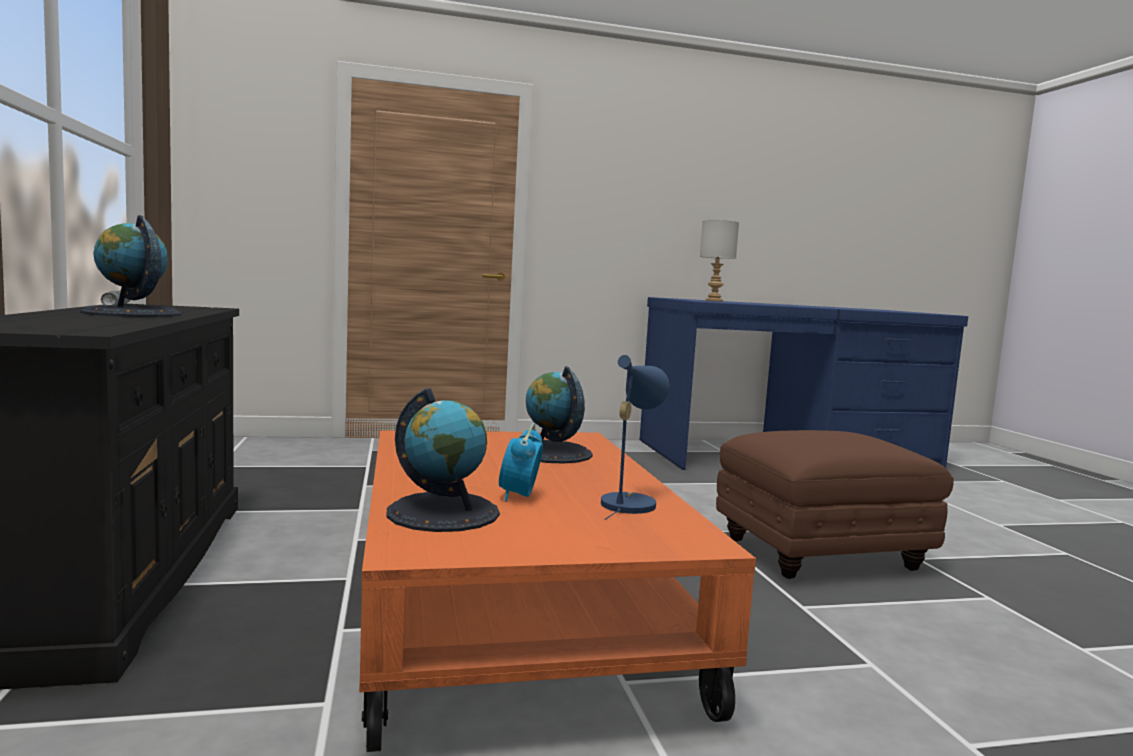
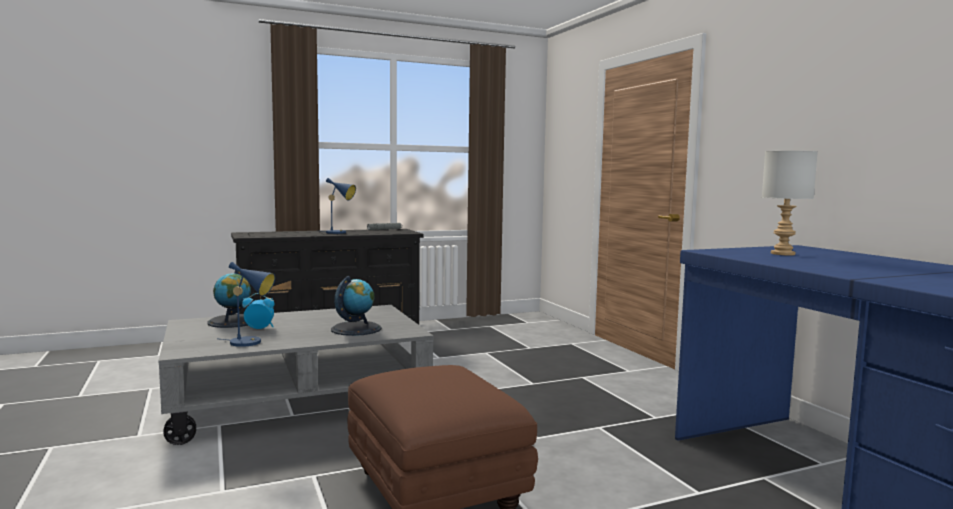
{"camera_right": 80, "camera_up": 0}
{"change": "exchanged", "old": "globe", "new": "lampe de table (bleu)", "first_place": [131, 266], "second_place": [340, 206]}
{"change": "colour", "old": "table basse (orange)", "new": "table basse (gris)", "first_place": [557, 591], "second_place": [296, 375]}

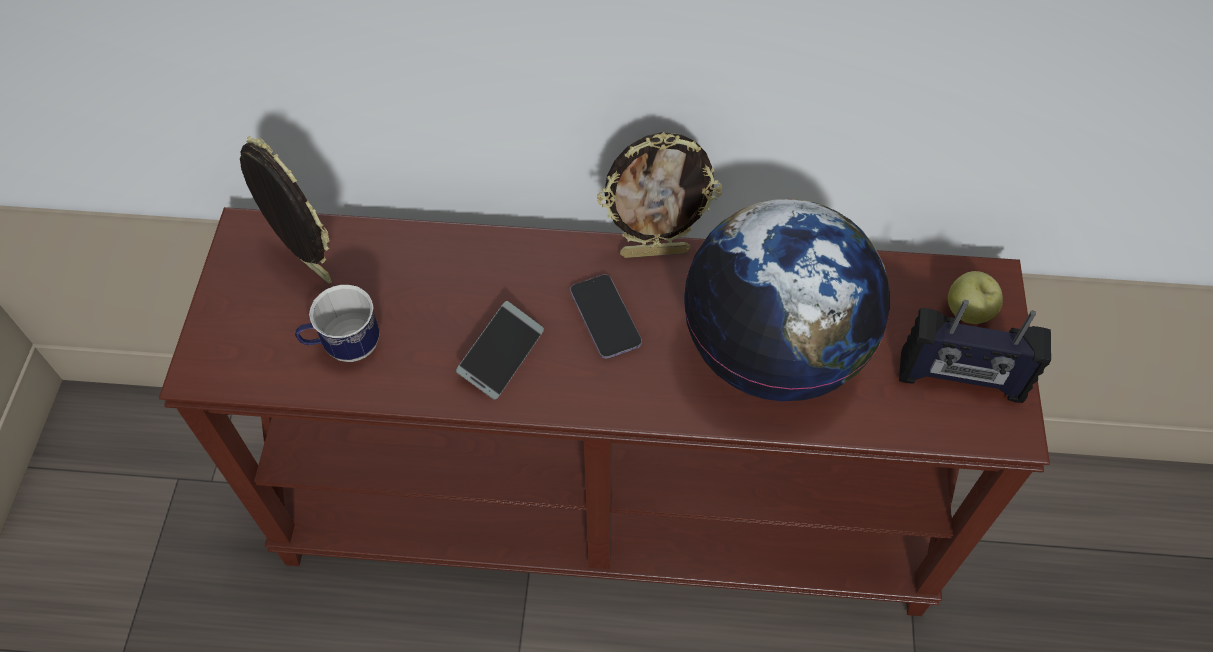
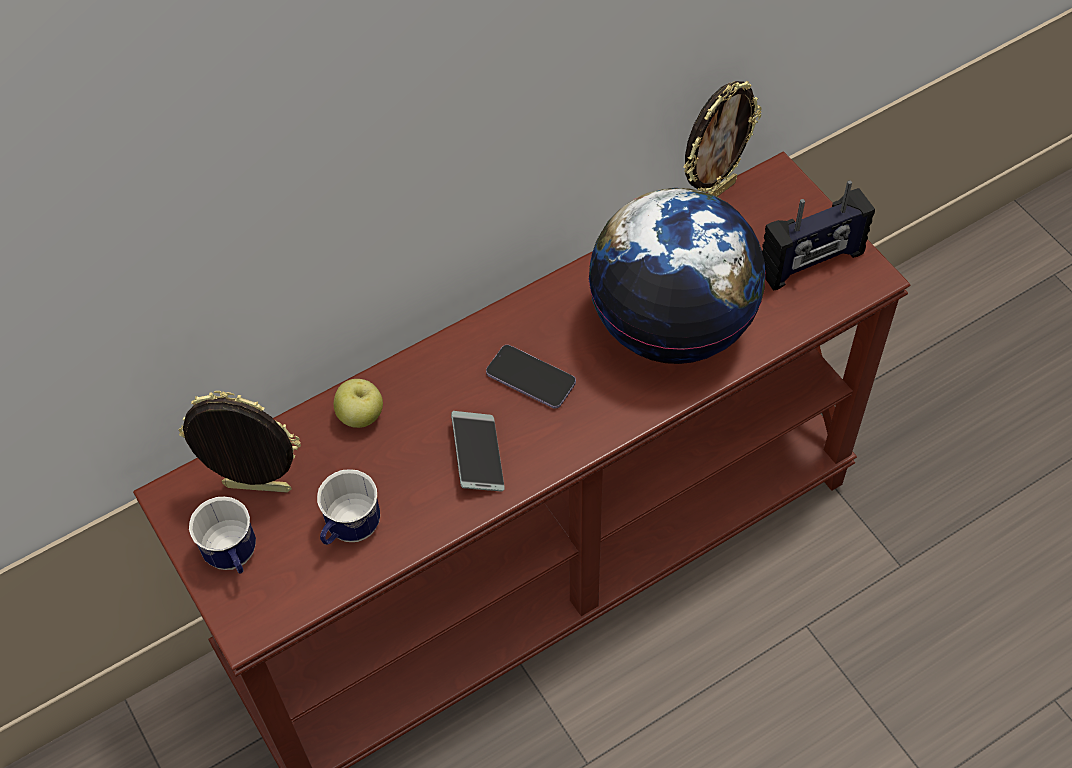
{"camera_right": -35, "camera_up": 0}
{"change": "relocated", "old": "cadre photo", "first_place": [659, 195], "second_place": [723, 138]}
{"change": "relocated", "old": "pomme", "first_place": [975, 297], "second_place": [358, 403]}
{"change": "appeared", "new": "mug", "second_place": [222, 535]}

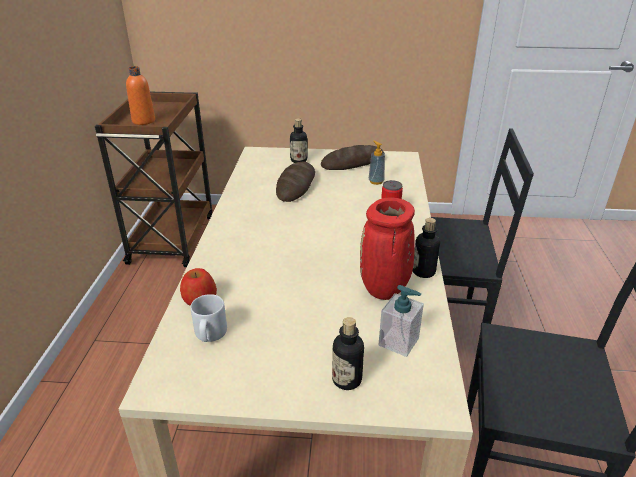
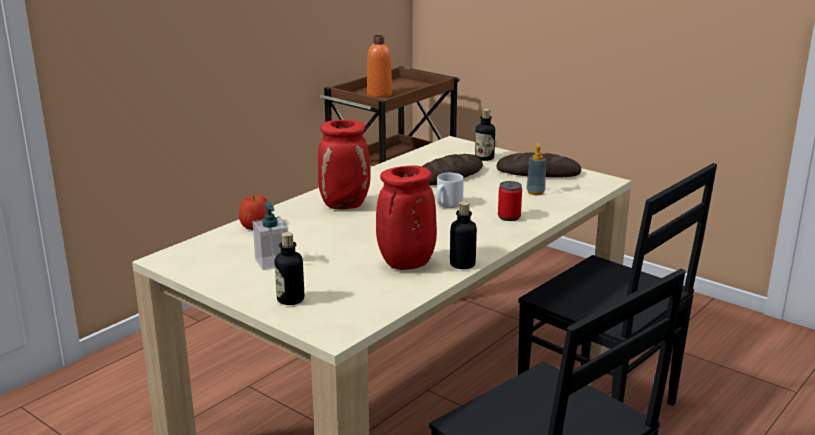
{"camera_right": 35, "camera_up": -10}
{"change": "relocated", "old": "mug (gris)", "first_place": [209, 318], "second_place": [450, 190]}
{"change": "relocated", "old": "distributeur de savon", "first_place": [401, 321], "second_place": [270, 236]}
{"change": "appeared", "new": "vase (rouge)", "second_place": [344, 164]}

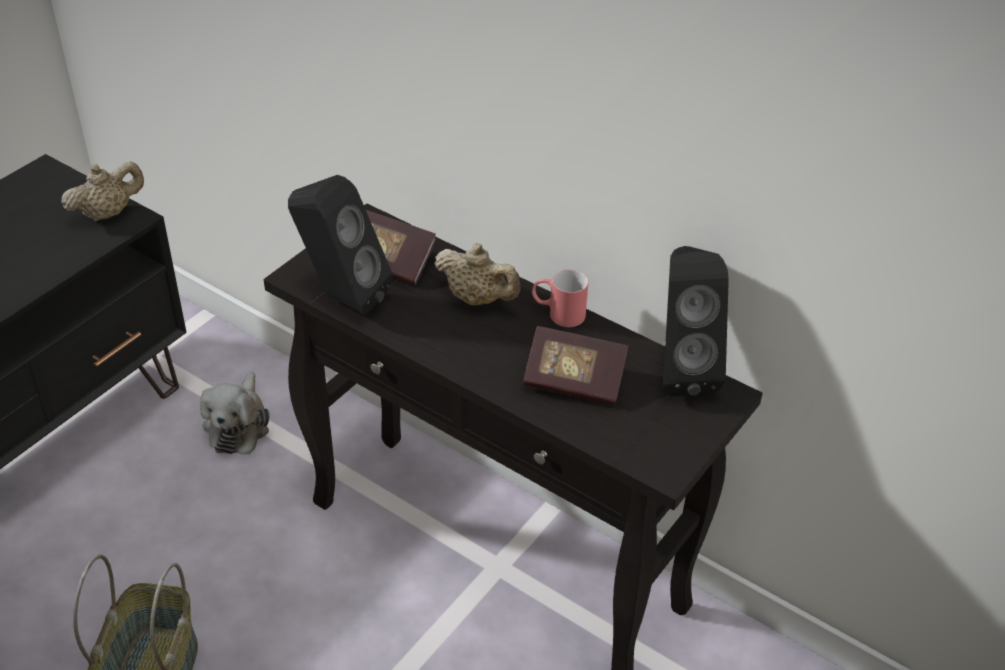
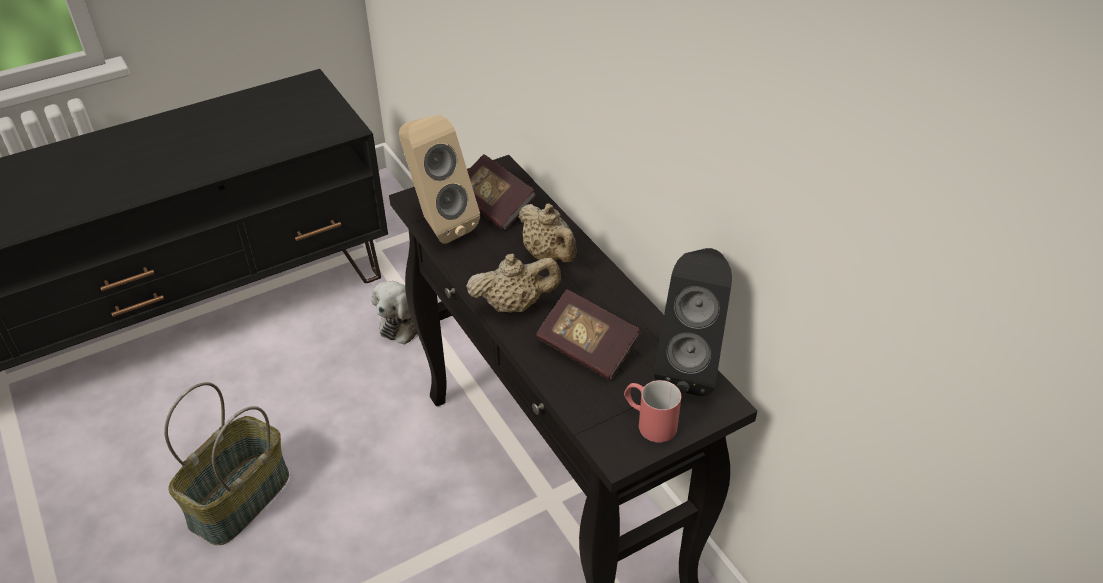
{"camera_right": 25, "camera_up": 0}
{"change": "relocated", "old": "théière (beige)", "first_place": [102, 191], "second_place": [513, 283]}
{"change": "colour", "old": "enceinte (noir)", "new": "enceinte (beige)", "first_place": [340, 245], "second_place": [439, 179]}
{"change": "relocated", "old": "mug (rouge)", "first_place": [560, 298], "second_place": [652, 411]}

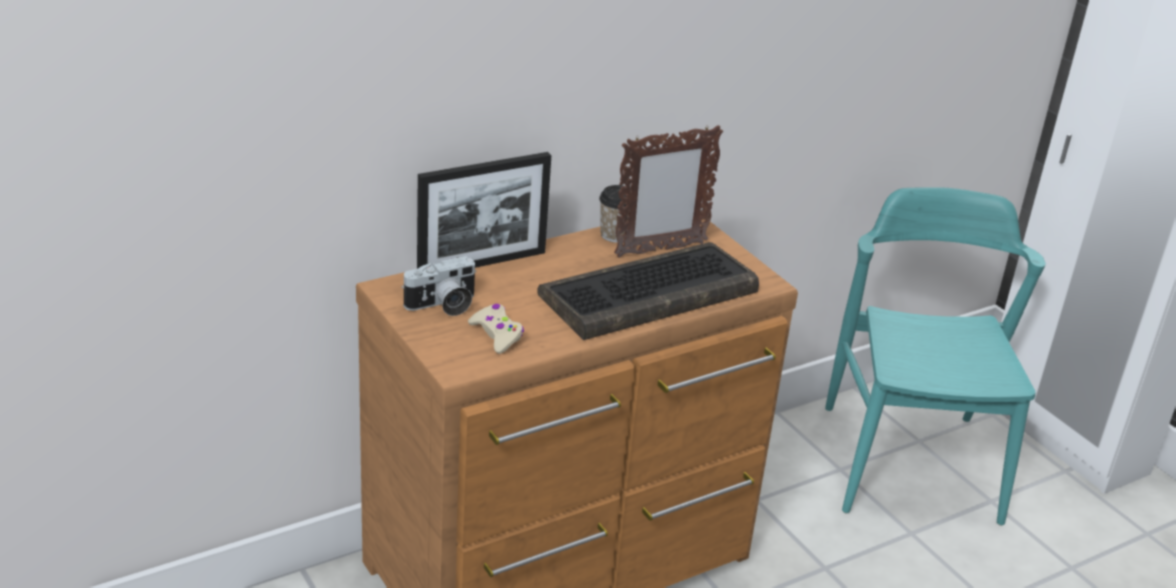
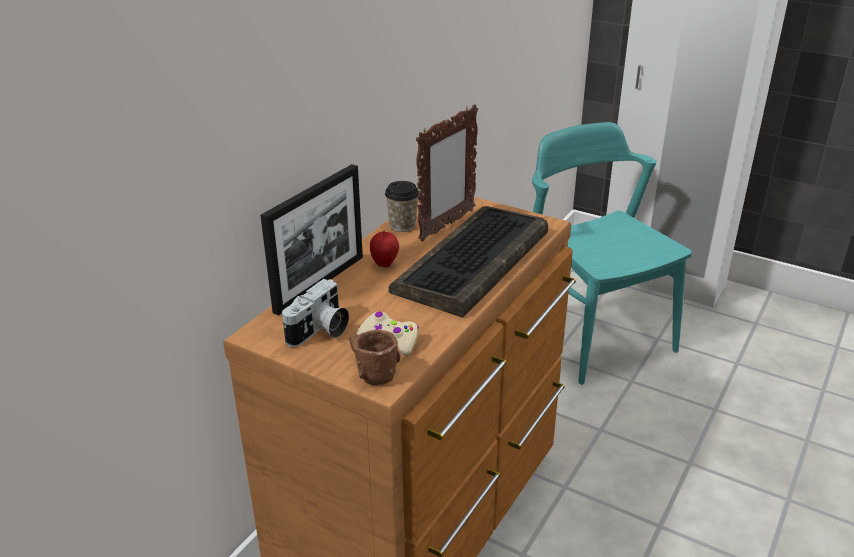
{"camera_right": -25, "camera_up": 0}
{"change": "appeared", "new": "mug (marron)", "second_place": [374, 357]}
{"change": "appeared", "new": "pomme", "second_place": [384, 249]}

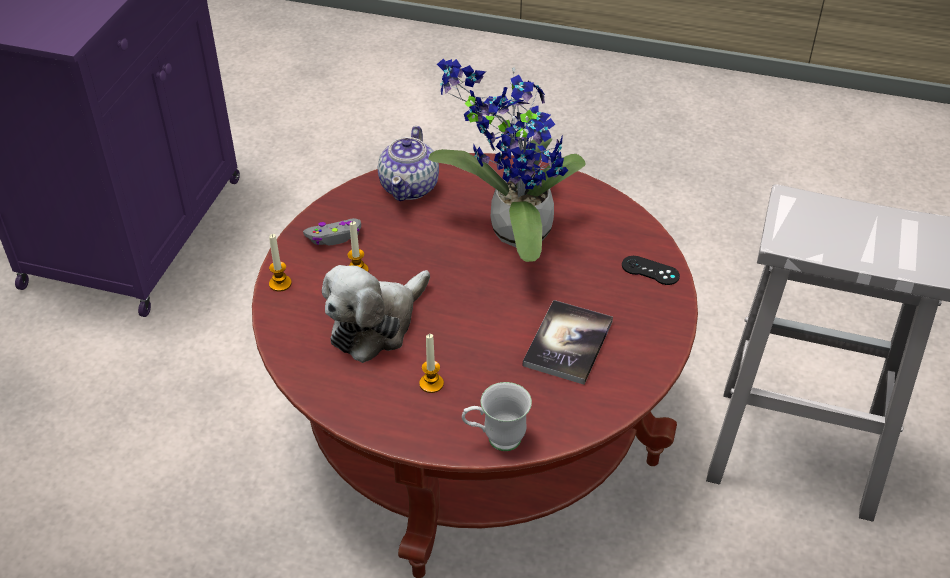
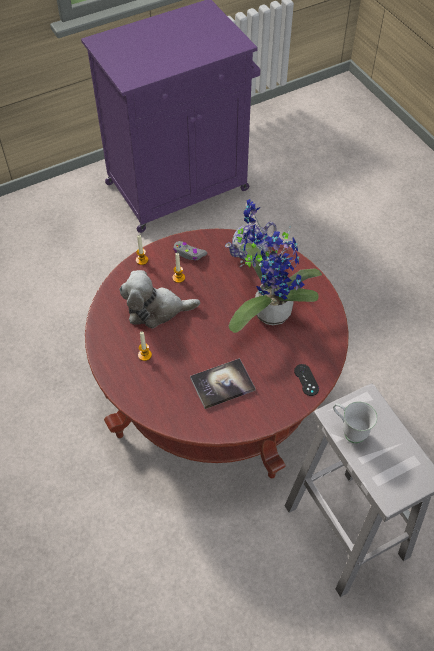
{"camera_right": 45, "camera_up": 10}
{"change": "relocated", "old": "mug (blanc)", "first_place": [497, 416], "second_place": [355, 422]}

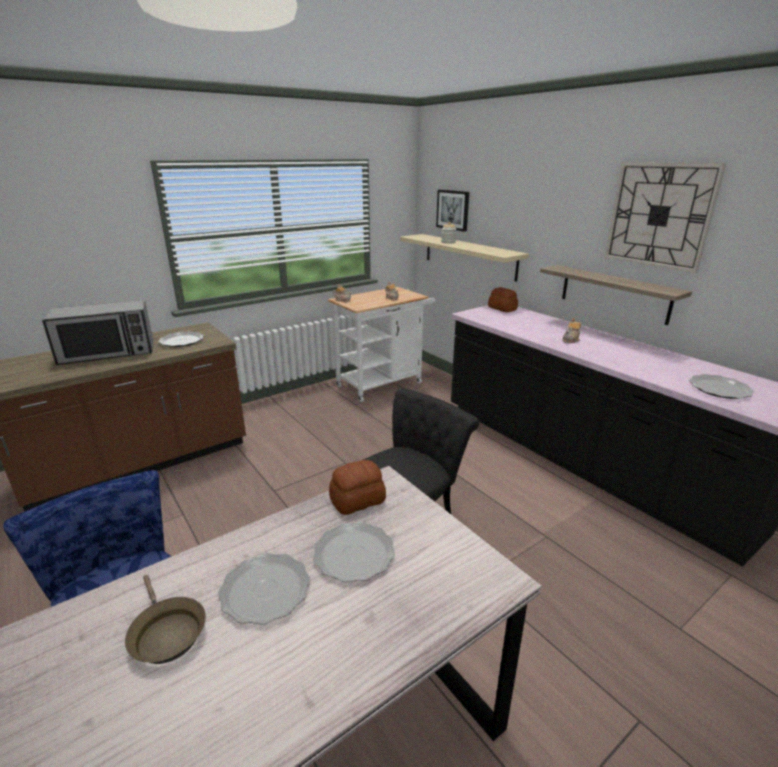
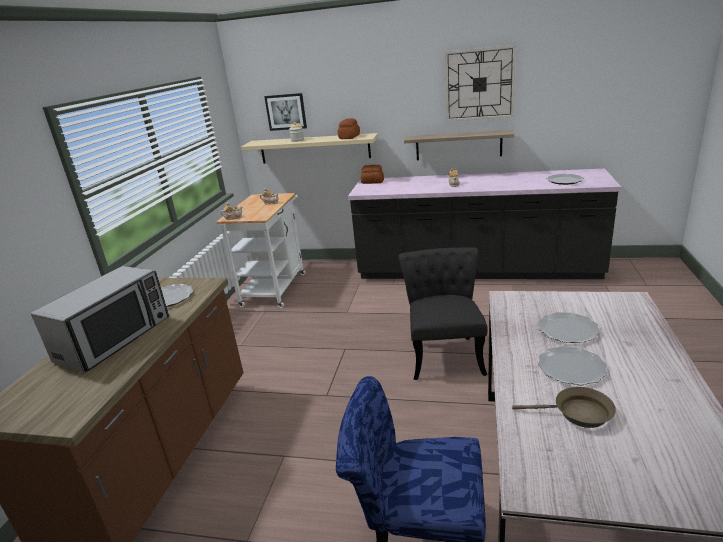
{"camera_right": -40, "camera_up": 0}
{"change": "relocated", "old": "pain", "first_place": [357, 487], "second_place": [348, 128]}

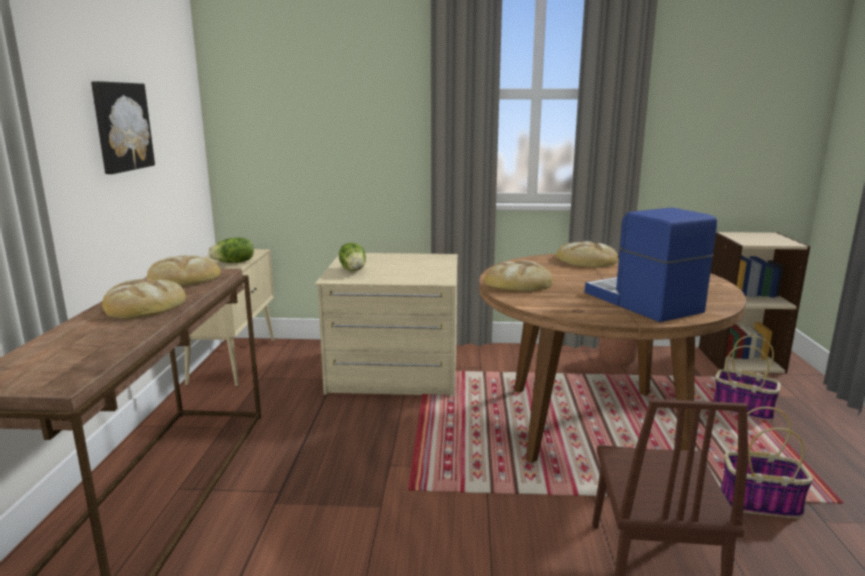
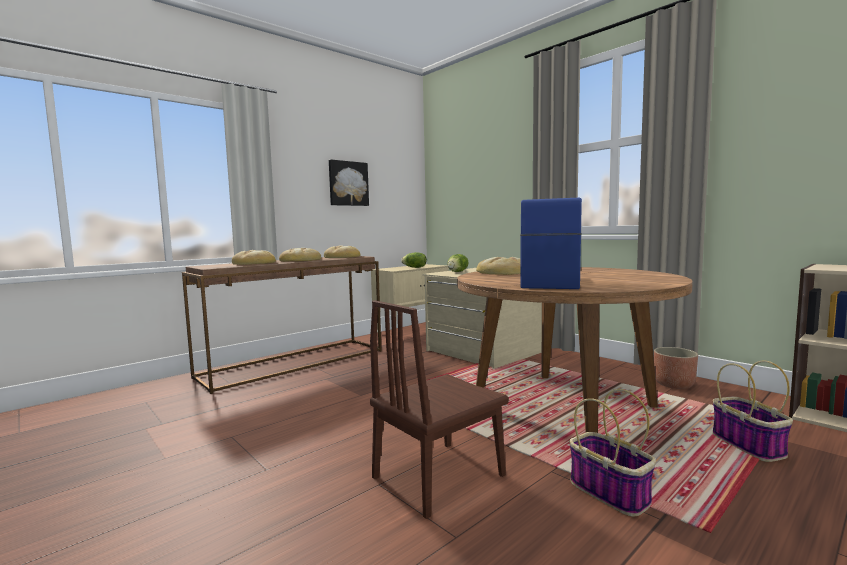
{"camera_right": 45, "camera_up": -10}
{"change": "relocated", "old": "pain", "first_place": [587, 254], "second_place": [254, 257]}

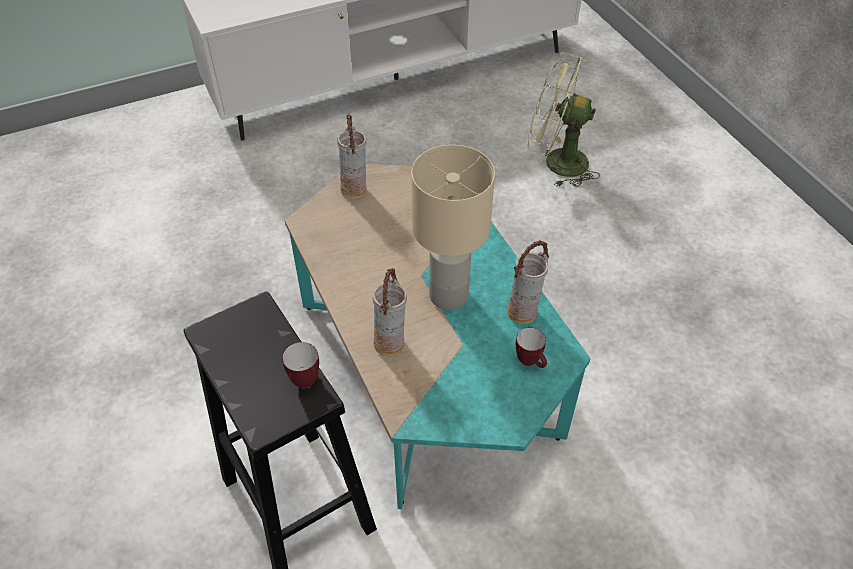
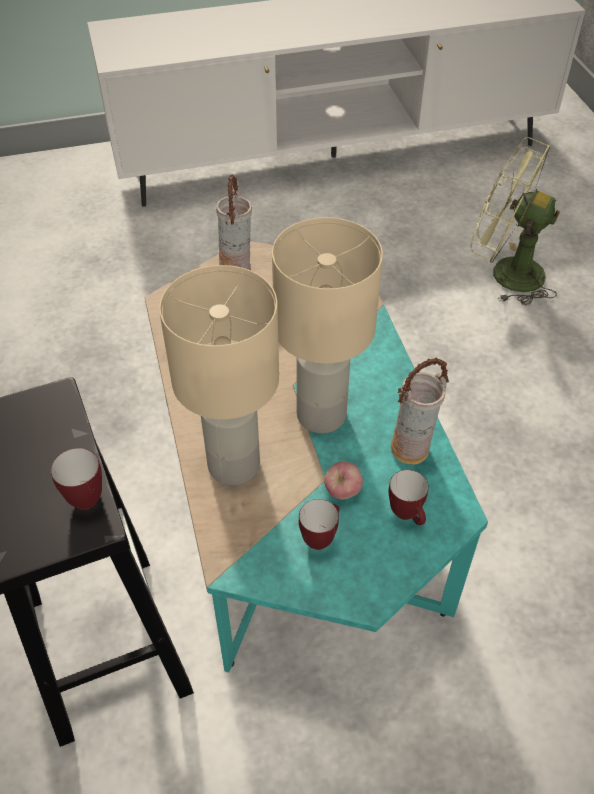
{"camera_right": 10, "camera_up": 0}
{"change": "exchanged", "old": "vase", "new": "lampe de table (beige)", "first_place": [389, 312], "second_place": [219, 375]}
{"change": "appeared", "new": "mug", "second_place": [319, 524]}
{"change": "appeared", "new": "pomme", "second_place": [343, 480]}

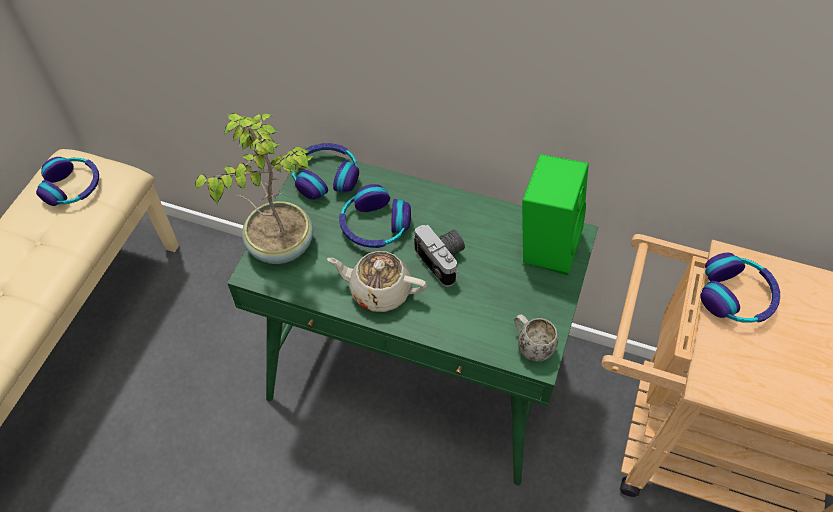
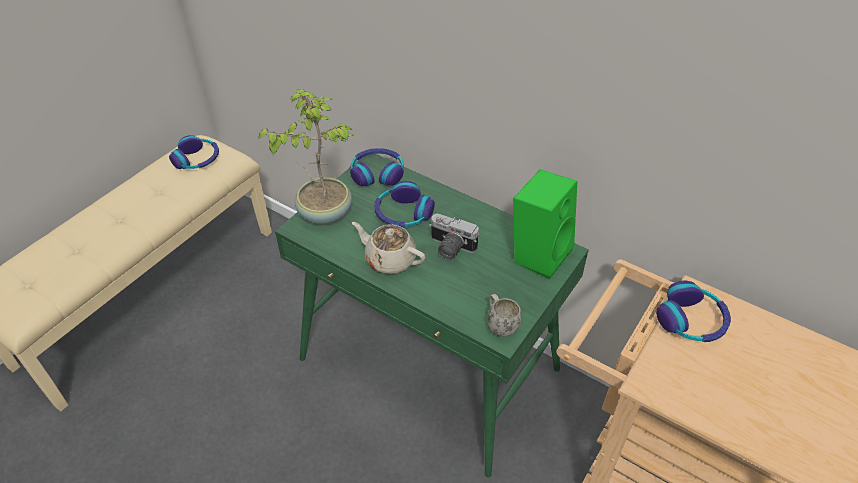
{"camera_right": 15, "camera_up": -10}
{"change": "spun", "old": "appareil photo", "first_place": [439, 256], "second_place": [454, 237], "degrees": 135}

